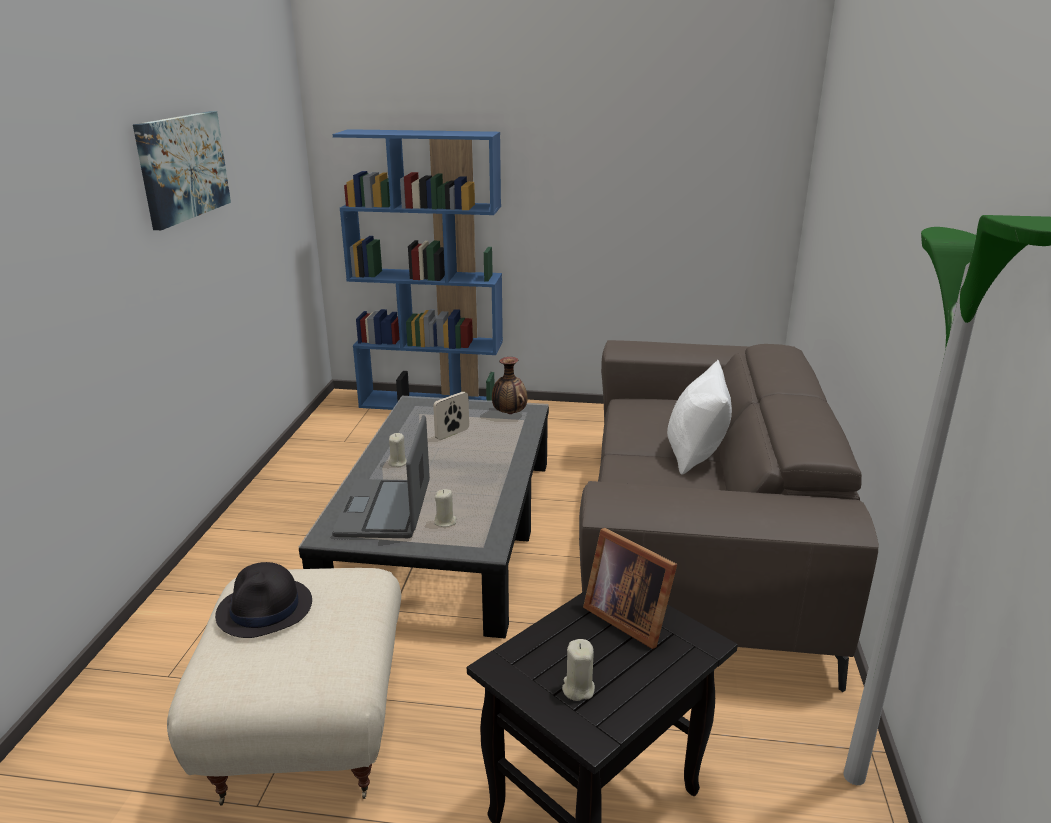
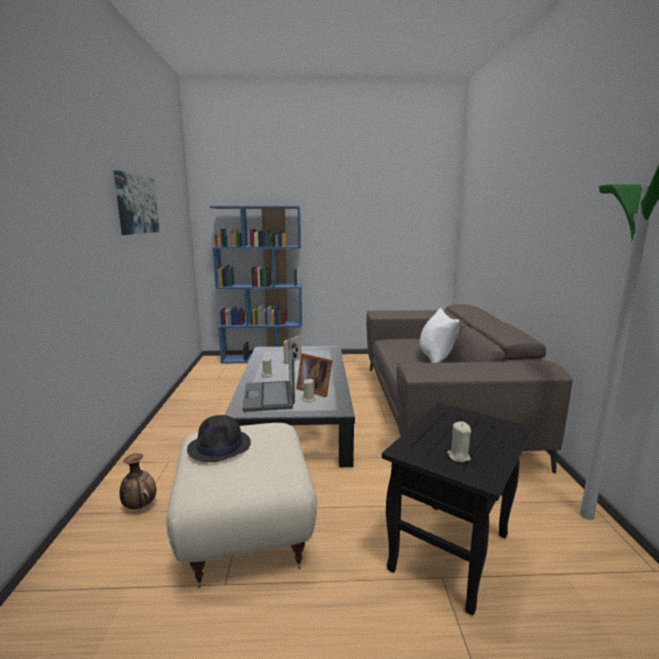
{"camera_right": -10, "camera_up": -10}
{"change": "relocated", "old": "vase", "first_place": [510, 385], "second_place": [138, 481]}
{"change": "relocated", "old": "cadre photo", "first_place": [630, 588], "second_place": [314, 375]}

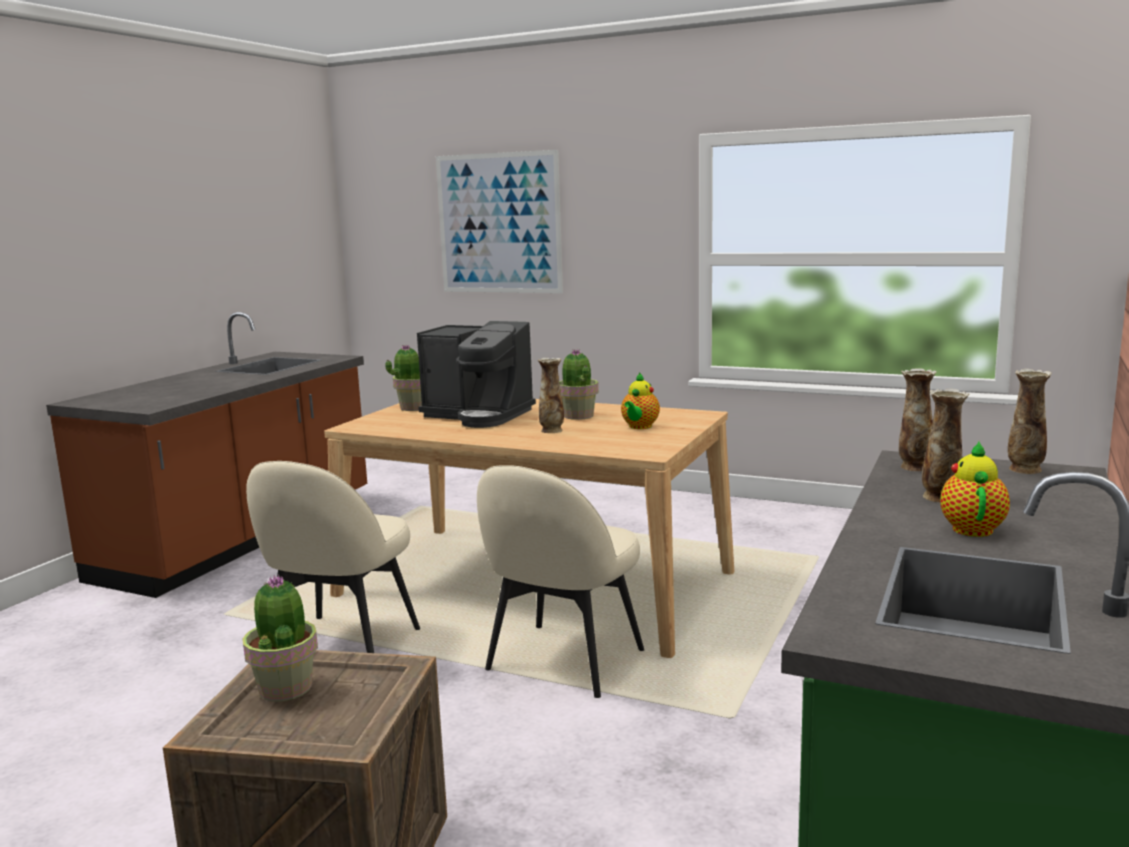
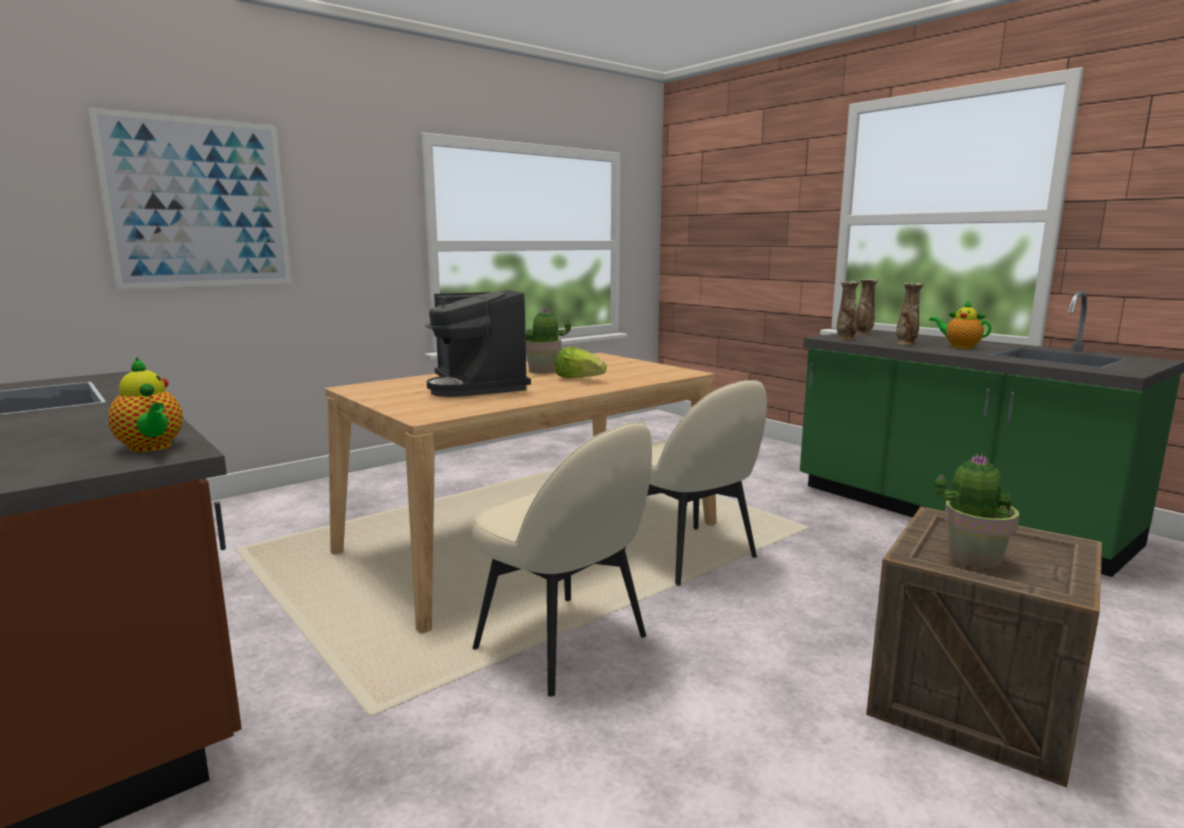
{"camera_right": -65, "camera_up": 0}
{"change": "missing", "old": "plante en pot", "first_place": [403, 377]}
{"change": "spun", "old": "machine à café", "first_place": [476, 374], "second_place": [478, 343], "degrees": 105}
{"change": "exchanged", "old": "vase", "new": "laitue", "first_place": [551, 395], "second_place": [581, 362]}
{"change": "relocated", "old": "théière", "first_place": [640, 401], "second_place": [145, 405]}

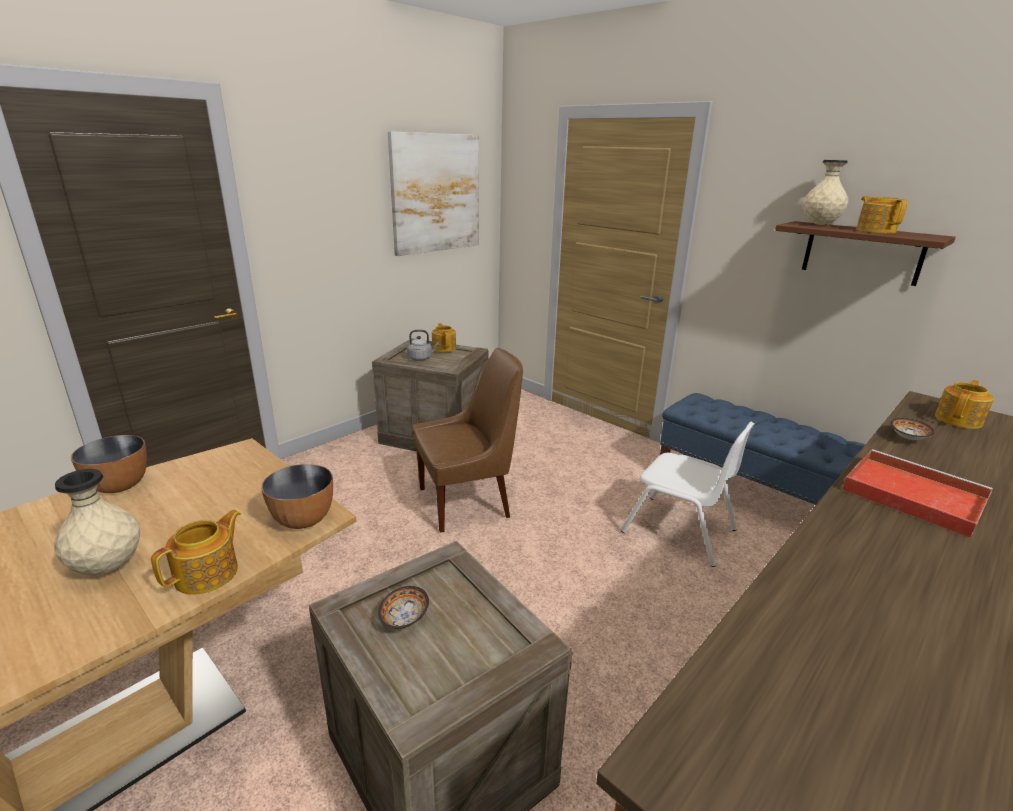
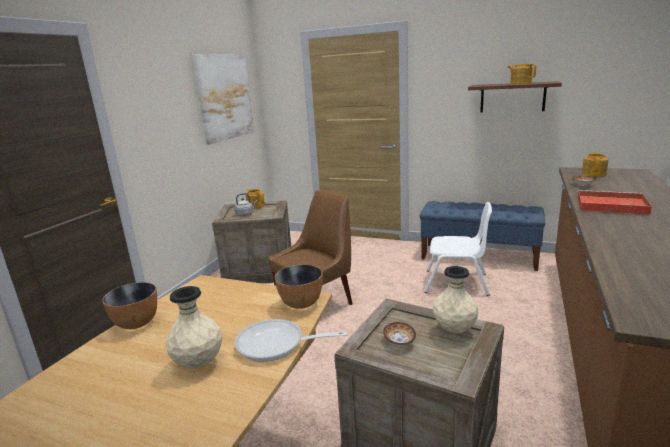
{"camera_right": -20, "camera_up": -5}
{"change": "exchanged", "old": "théière", "new": "poêle", "first_place": [196, 552], "second_place": [291, 340]}
{"change": "relocated", "old": "vase (beige)", "first_place": [825, 192], "second_place": [455, 299]}

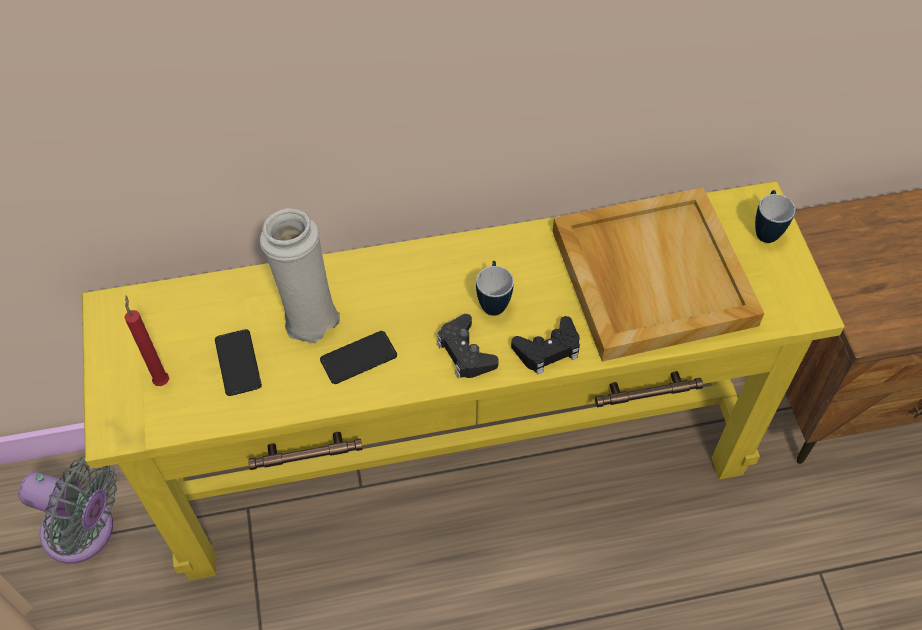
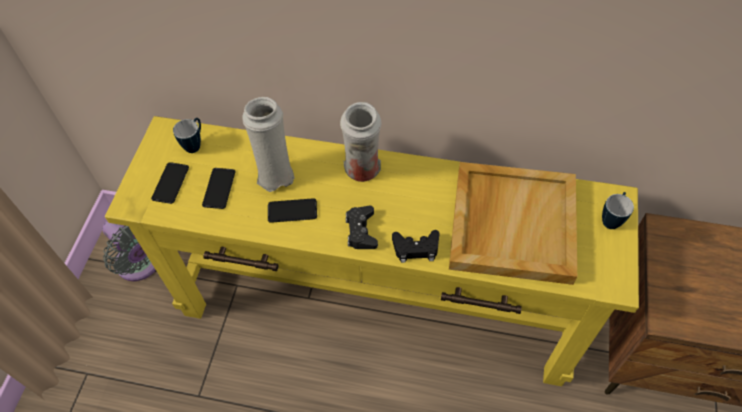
{"camera_right": 25, "camera_up": 0}
{"change": "exchanged", "old": "bougie (rouge)", "new": "téléphone", "first_place": [146, 340], "second_place": [170, 183]}
{"change": "relocated", "old": "mug", "first_place": [495, 288], "second_place": [187, 135]}
{"change": "appeared", "new": "vase (blanc)", "second_place": [361, 142]}

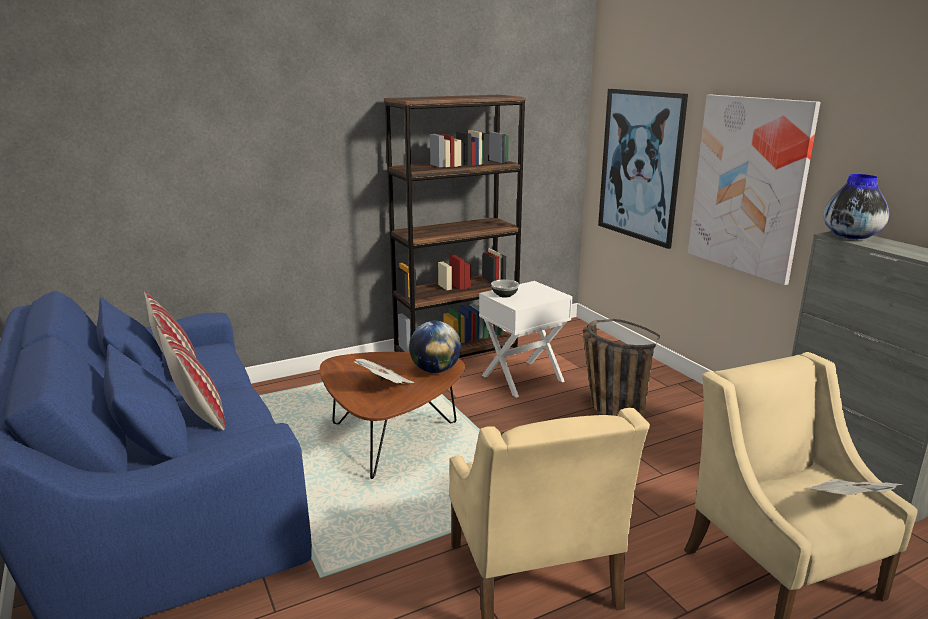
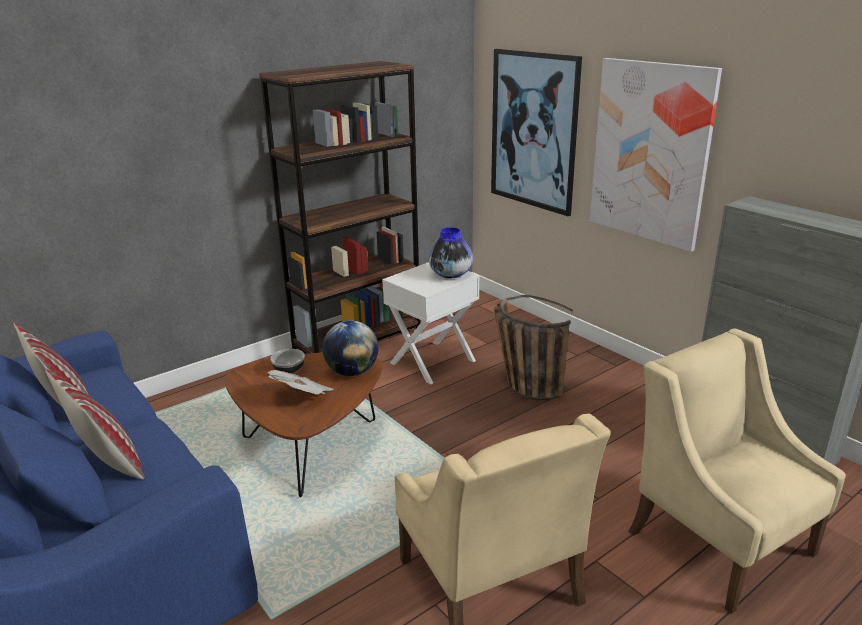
{"camera_right": -10, "camera_up": 5}
{"change": "relocated", "old": "bol", "first_place": [505, 288], "second_place": [287, 361]}
{"change": "missing", "old": "journal", "first_place": [856, 487]}
{"change": "relocated", "old": "vase", "first_place": [856, 206], "second_place": [451, 252]}

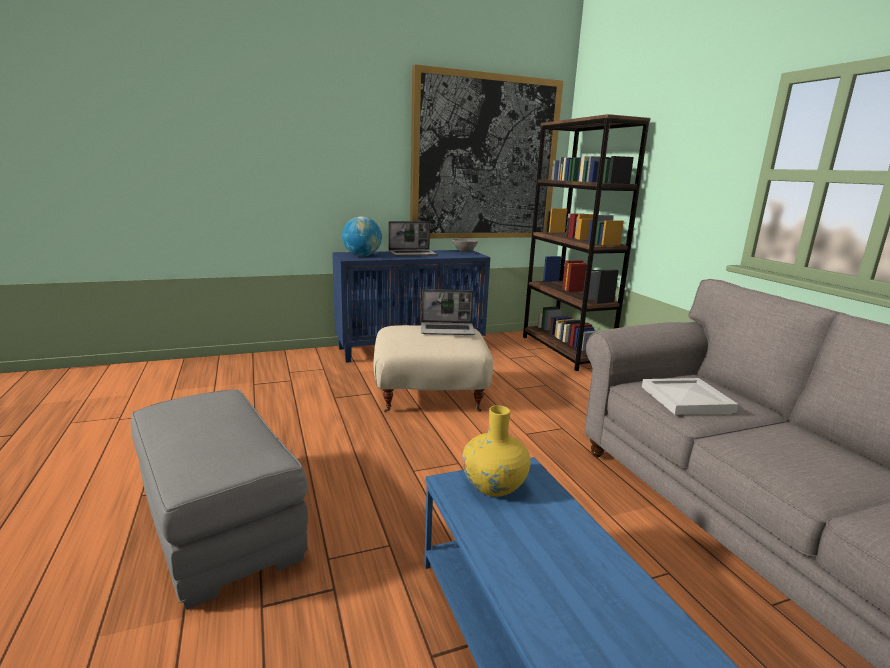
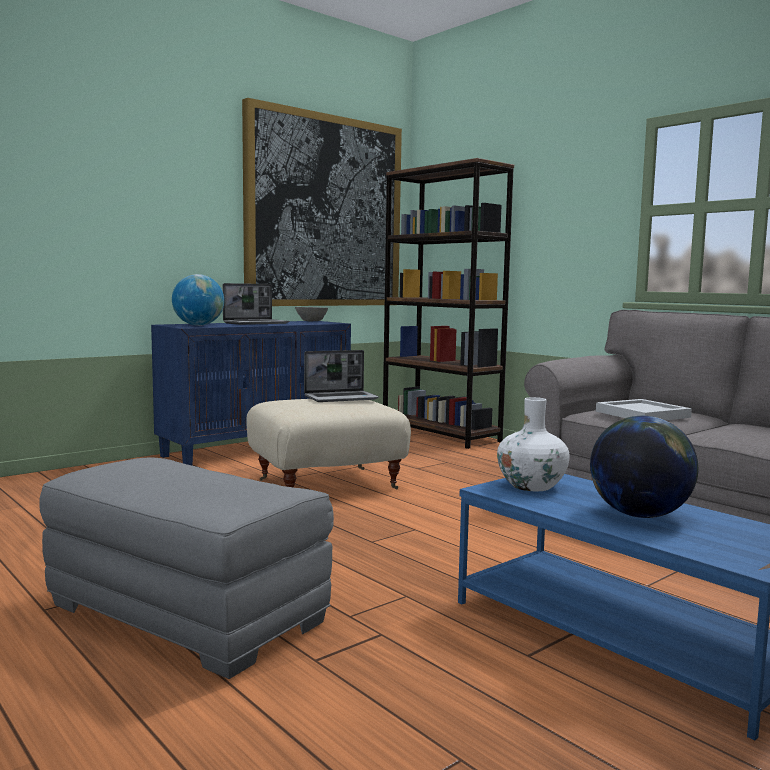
{"camera_right": -20, "camera_up": -10}
{"change": "colour", "old": "vase (jaune)", "new": "vase (blanc)", "first_place": [496, 451], "second_place": [533, 444]}
{"change": "appeared", "new": "globe", "second_place": [644, 467]}

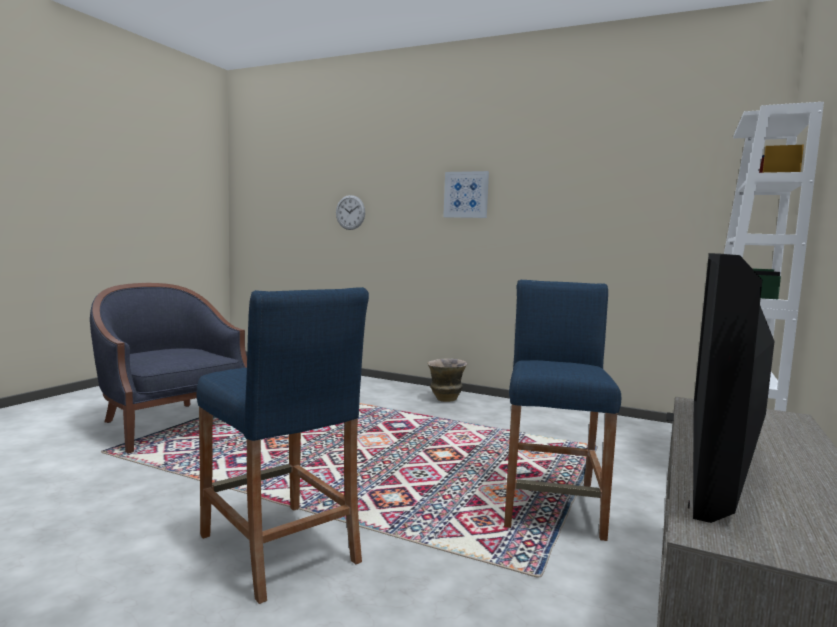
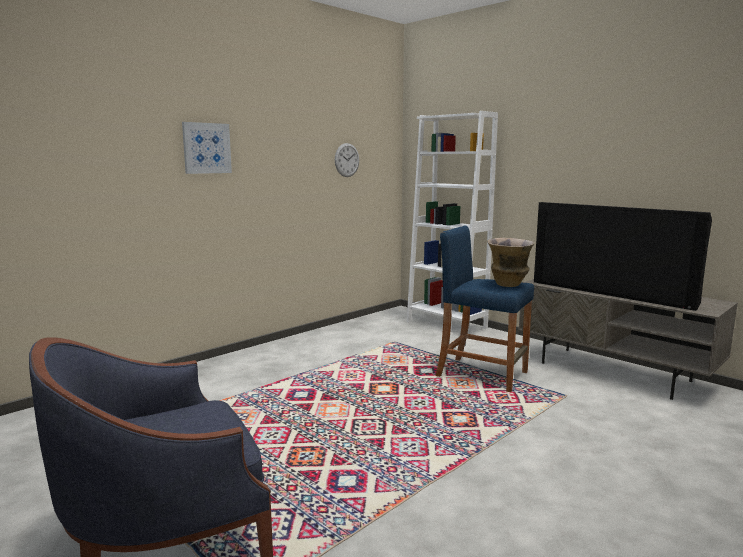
{"camera_right": -70, "camera_up": 5}
{"change": "missing", "old": "tabouret (bleu)", "first_place": [282, 445]}
{"change": "relocated", "old": "horloge murale", "first_place": [350, 212], "second_place": [347, 160]}
{"change": "relocated", "old": "vase", "first_place": [447, 380], "second_place": [511, 262]}

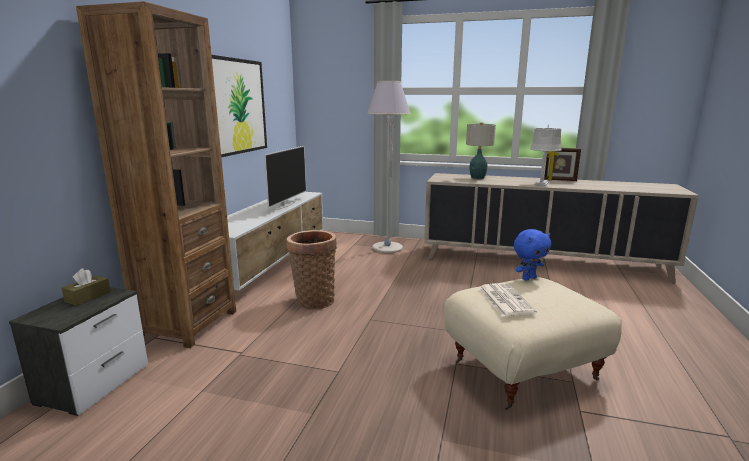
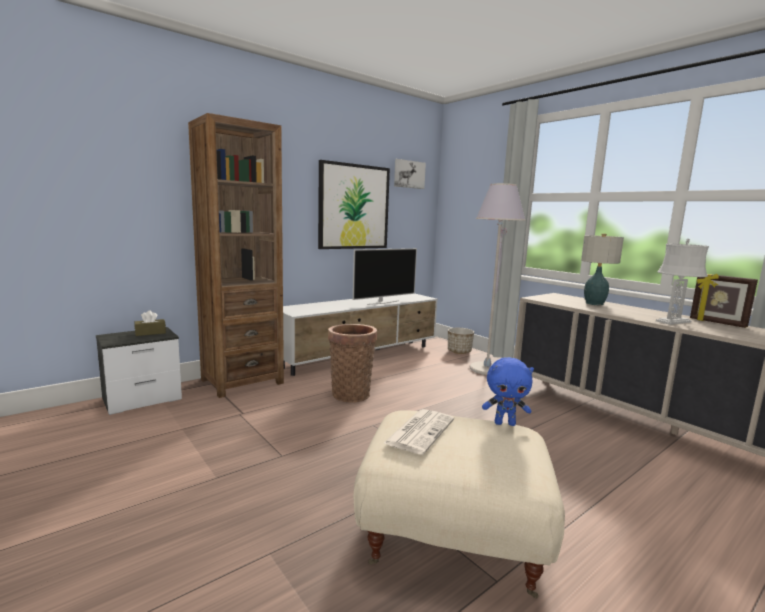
{"camera_right": 35, "camera_up": -5}
{"change": "appeared", "new": "tableau", "second_place": [410, 174]}
{"change": "appeared", "new": "cache-pot", "second_place": [461, 341]}

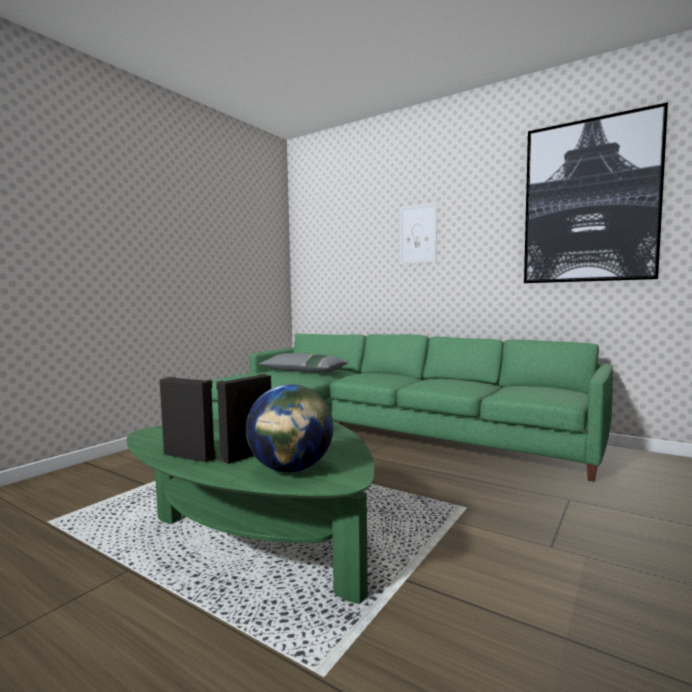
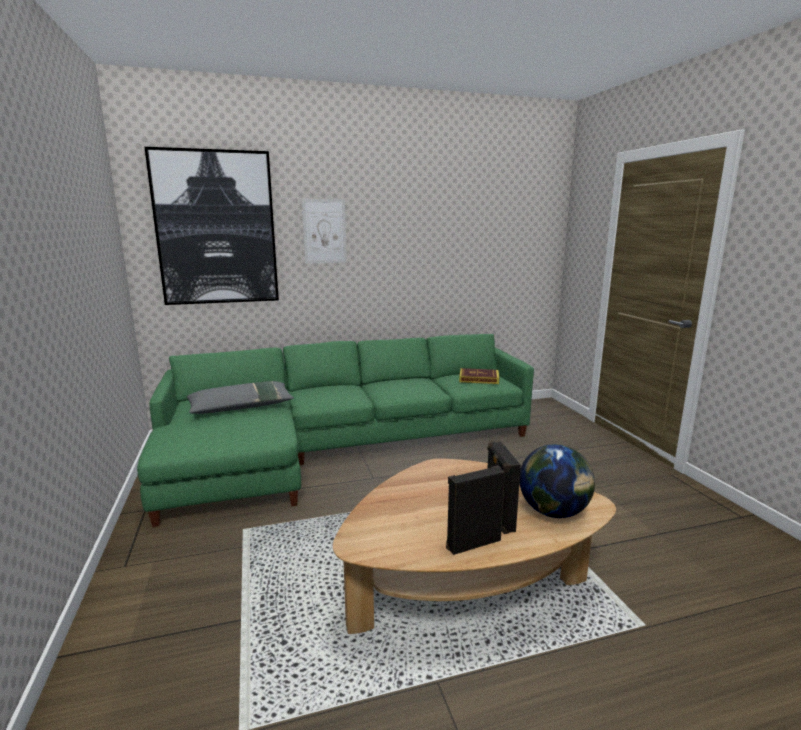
{"camera_right": -50, "camera_up": 10}
{"change": "colour", "old": "table basse (vert)", "new": "table basse (marron)", "first_place": [250, 511], "second_place": [474, 546]}
{"change": "relocated", "old": "tableau", "first_place": [596, 192], "second_place": [211, 226]}
{"change": "appeared", "new": "livre", "second_place": [479, 376]}

